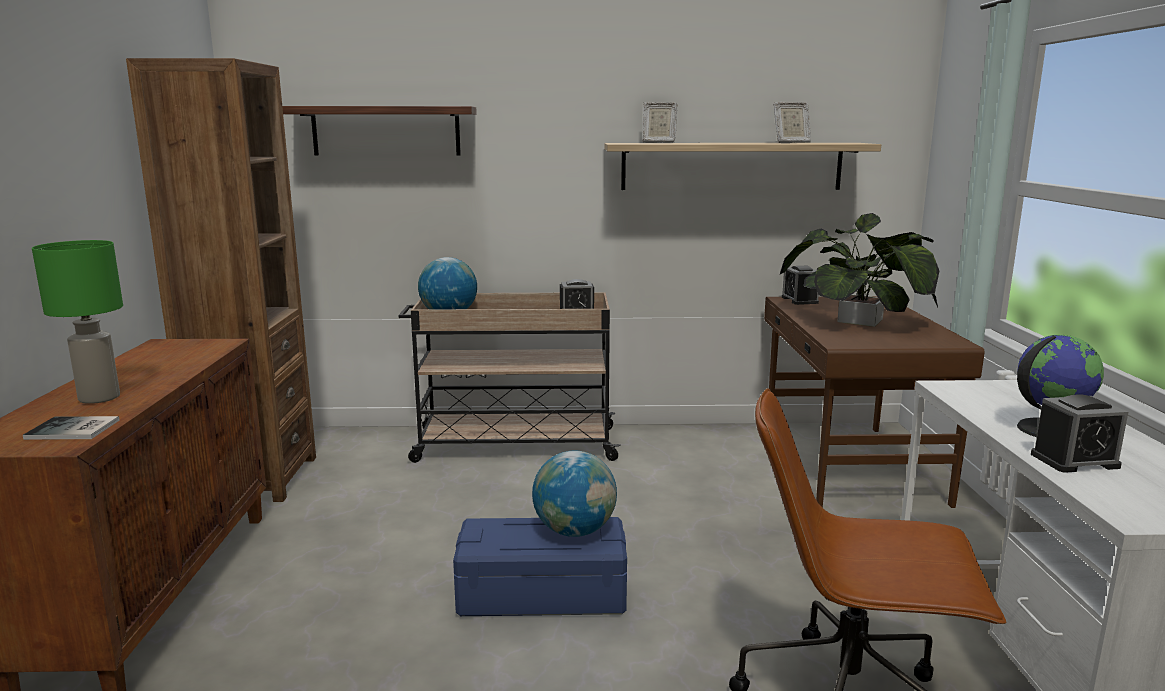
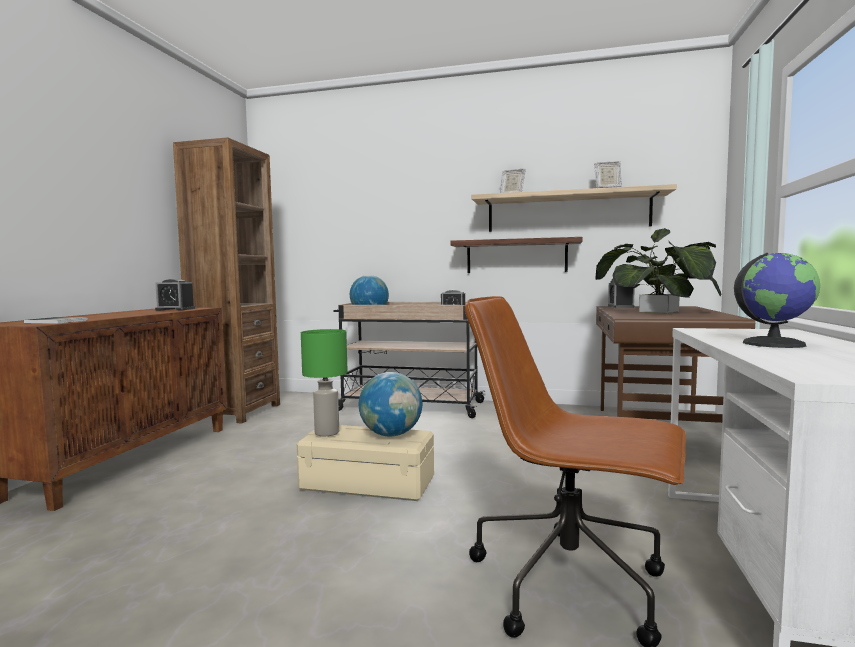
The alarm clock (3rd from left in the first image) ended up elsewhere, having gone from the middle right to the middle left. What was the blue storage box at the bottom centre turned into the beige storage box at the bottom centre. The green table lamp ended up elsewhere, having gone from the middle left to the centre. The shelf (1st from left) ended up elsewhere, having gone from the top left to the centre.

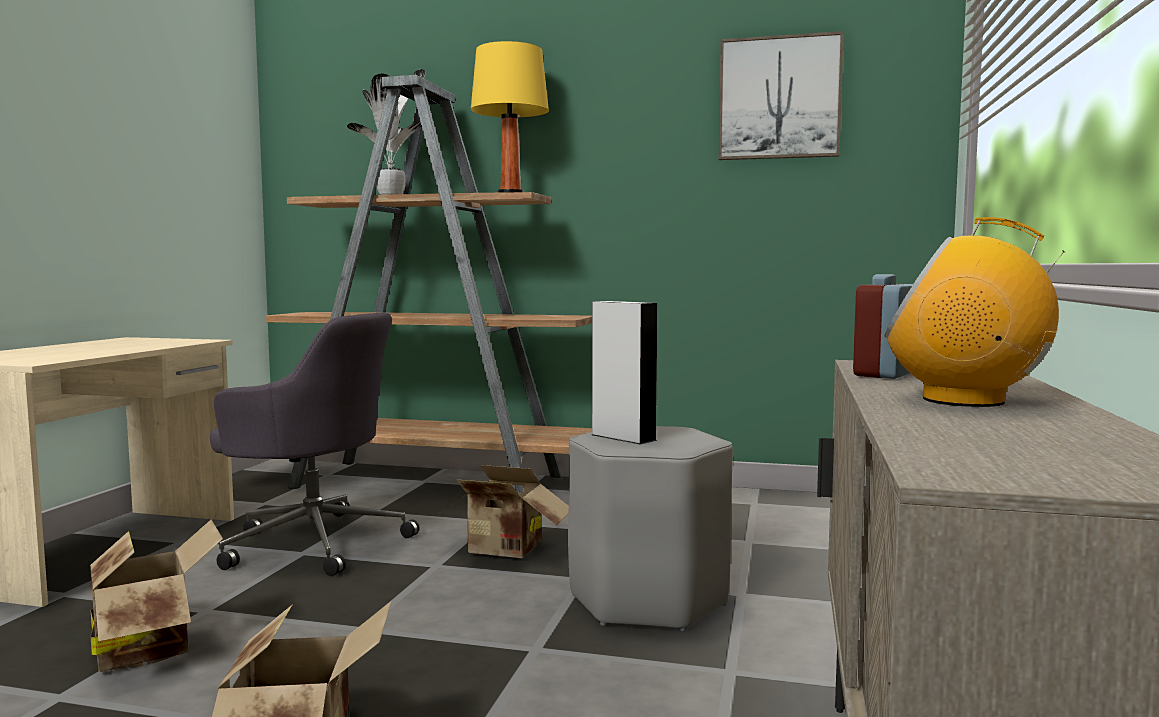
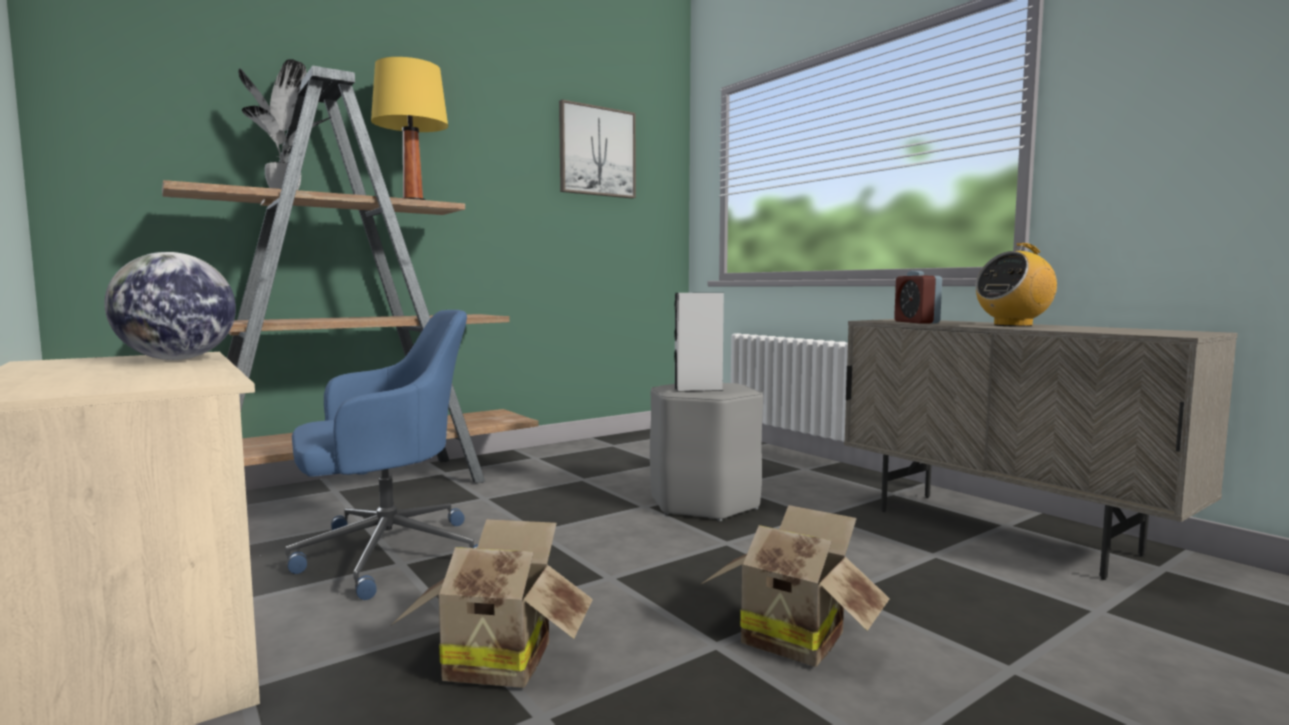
The second view gained the globe at the middle left. What was the grey office chair at the middle left turned into the blue office chair at the middle left. The second view lost the cardboard box (3rd from left) at the bottom centre.

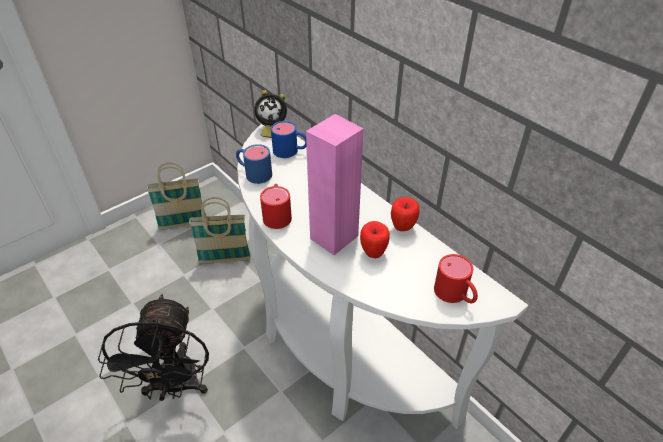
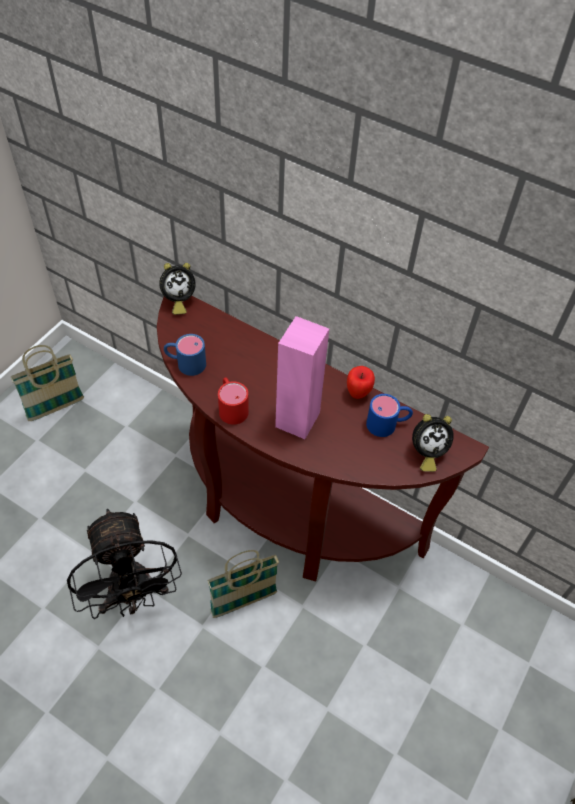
What was the white console table at the centre turned into the brown console table at the centre. The basket (2nd from left) ended up elsewhere, having gone from the middle left to the bottom centre. The blue mug (2nd from left) ended up elsewhere, having gone from the top centre to the middle right. Where the red mug (2nd from left) stood at the middle right, the alarm clock (2nd from left) came to stand at the middle right. The second view lost the apple (1st from left) at the centre.

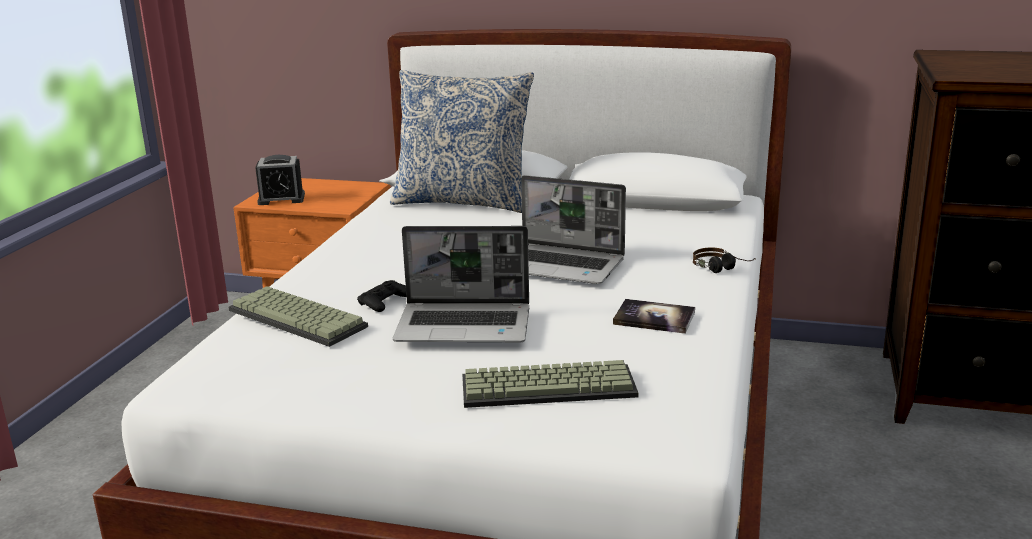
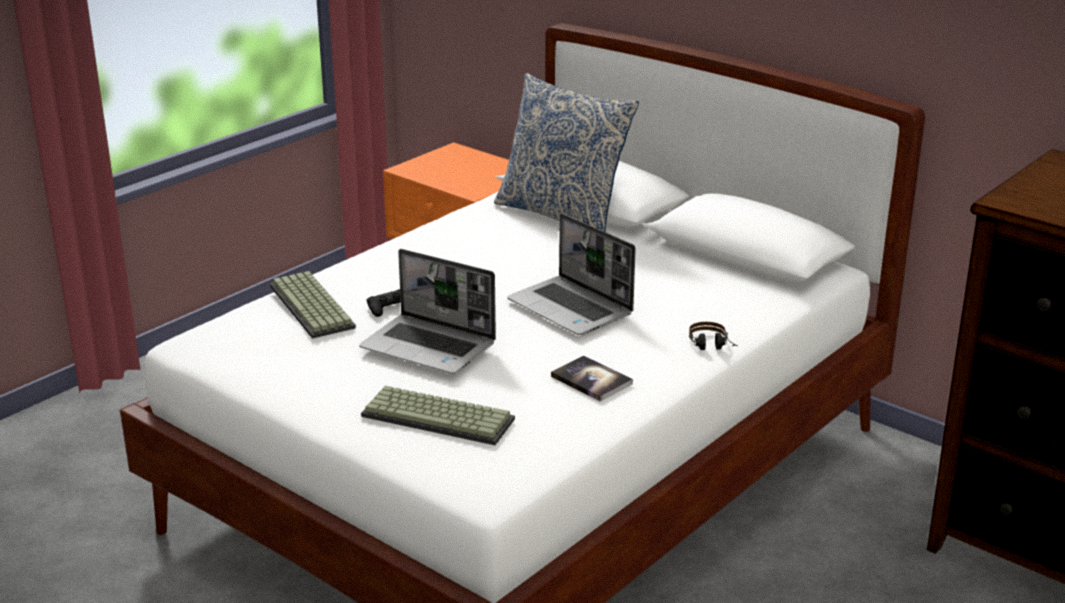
The second view lost the alarm clock at the middle left.

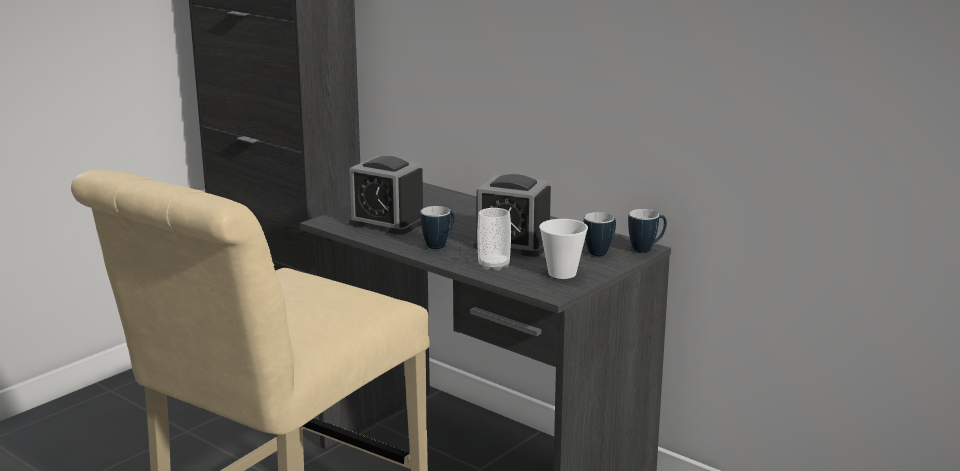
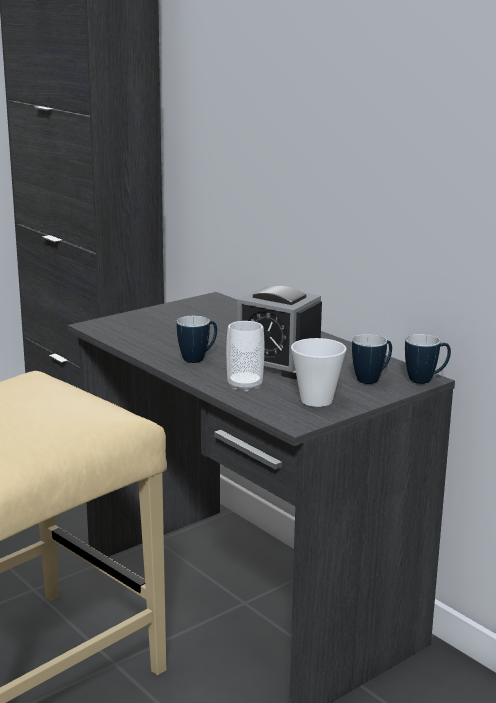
The second view lost the alarm clock (1st from left) at the centre.

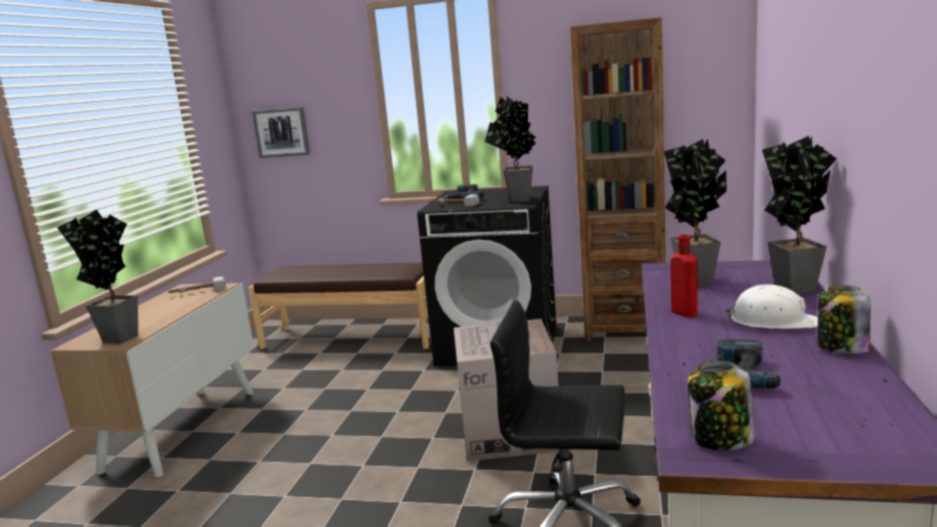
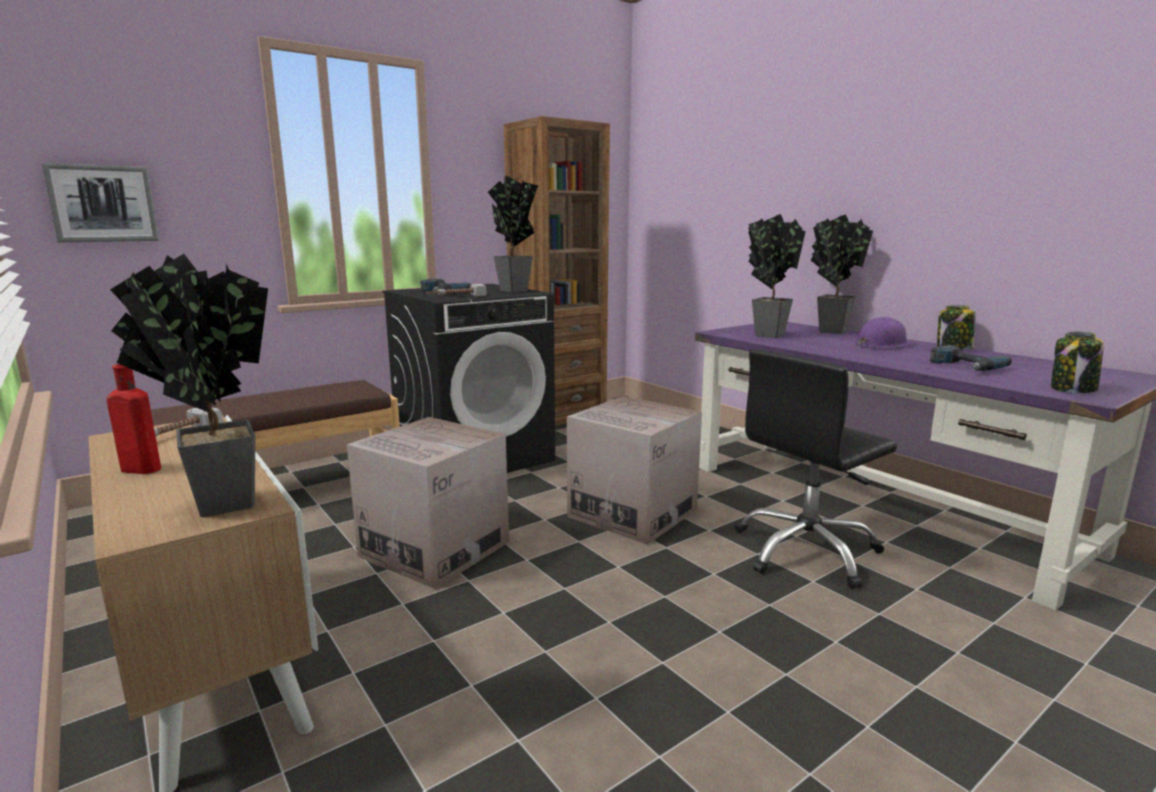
The red bottle ended up elsewhere, having gone from the middle right to the middle left. The second view gained the cardboard box (1st from left) at the centre. What was the white hard hat at the middle right turned into the purple hard hat at the middle right.

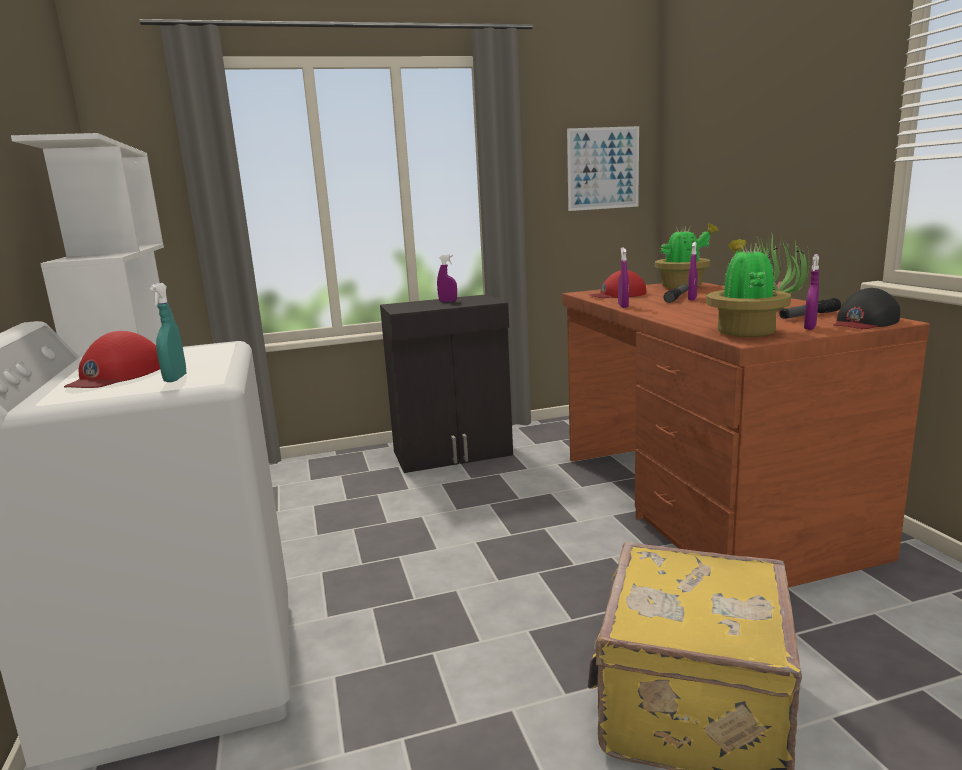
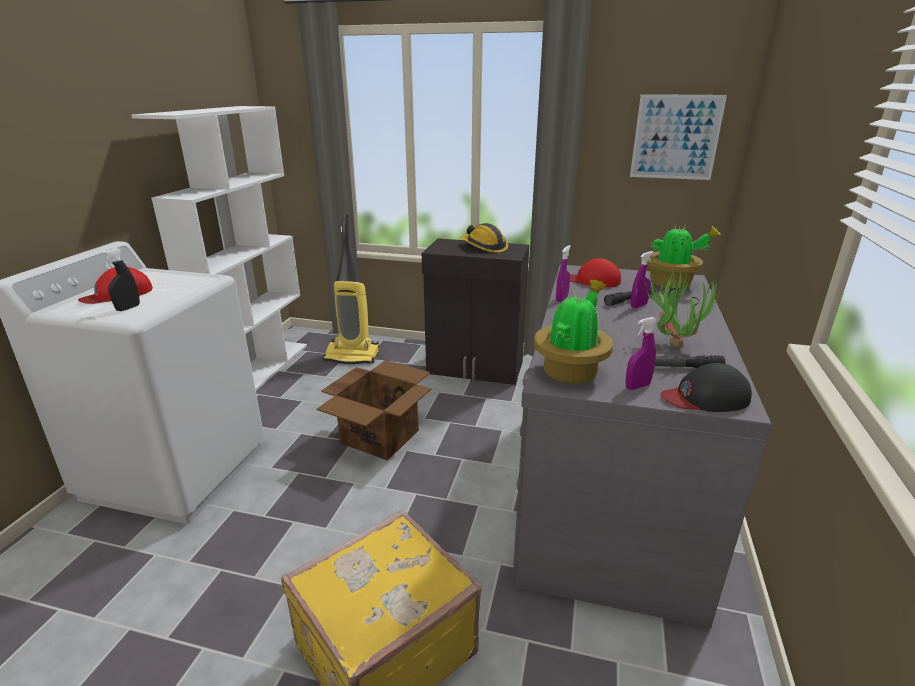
What was the turquoise spray bottle at the middle left turned into the black spray bottle at the middle left. The second view gained the cardboard box at the centre. The second view gained the vacuum cleaner at the centre. Where the purple spray bottle (1st from left) stood at the centre, the hard hat came to stand at the centre. What was the brown desk at the middle right turned into the grey desk at the middle right.

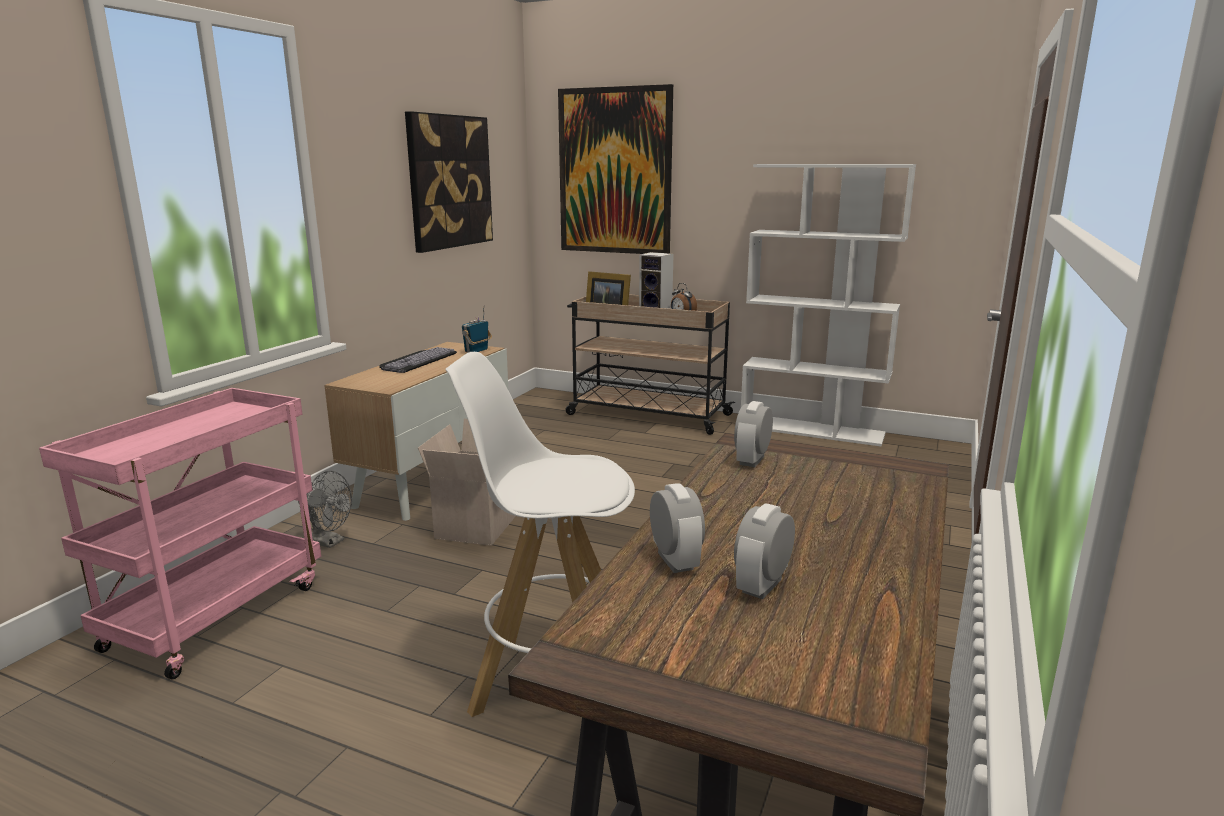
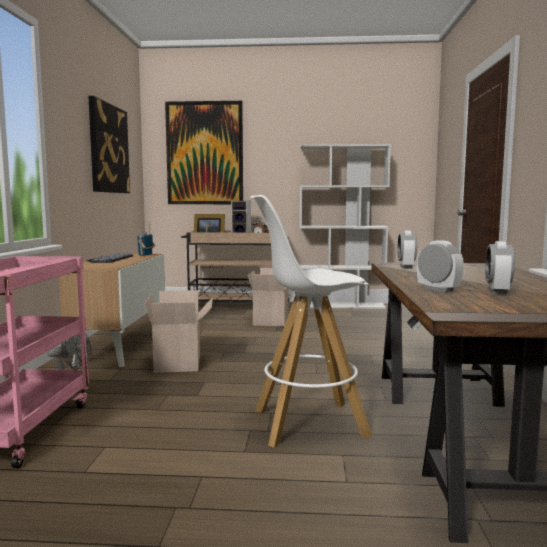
The second view gained the cardboard box (2nd from left) at the centre.

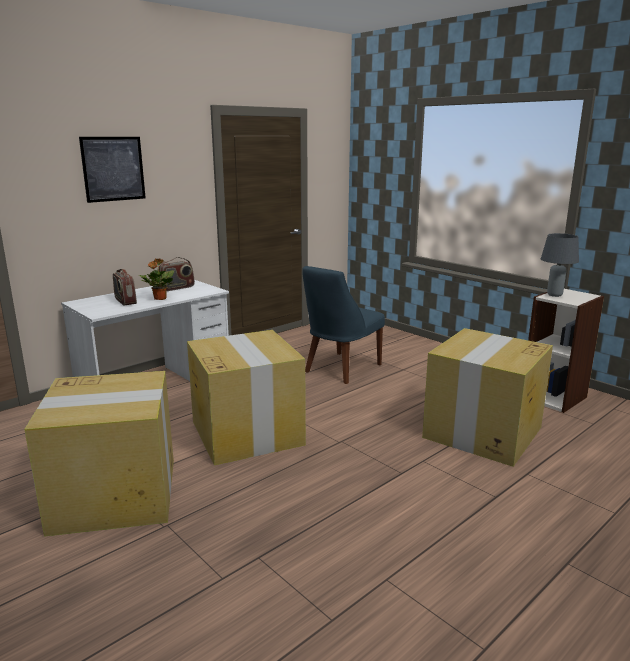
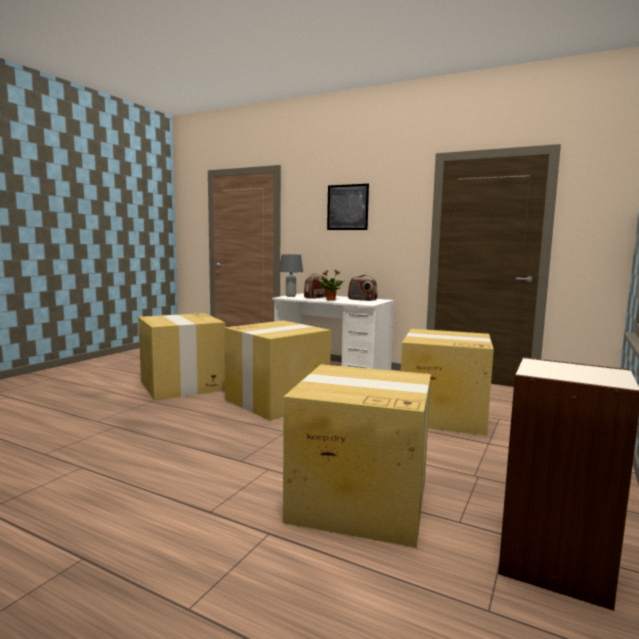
The grey table lamp ended up elsewhere, having gone from the middle right to the centre. Where the blue chair stood at the centre, the cardboard box (4th from left) came to stand at the middle right.

